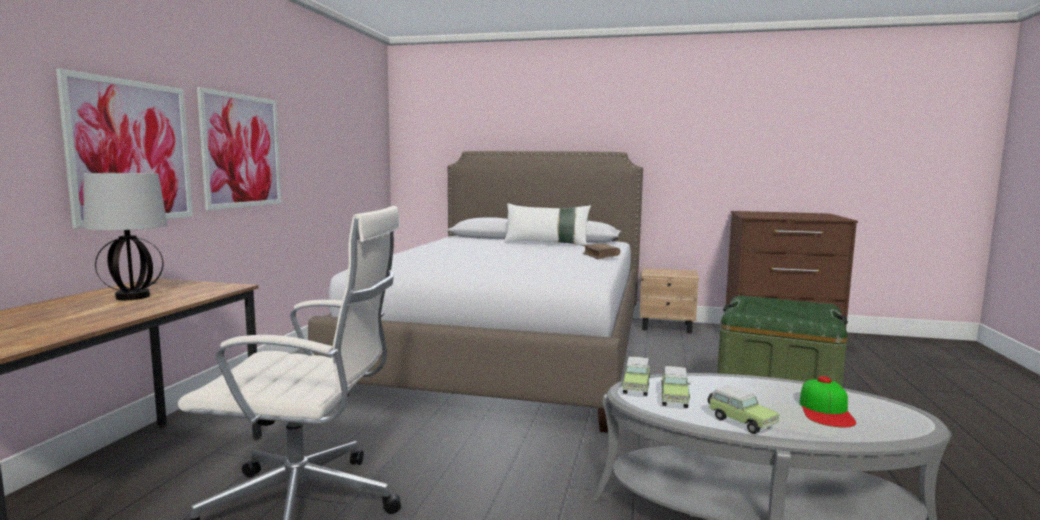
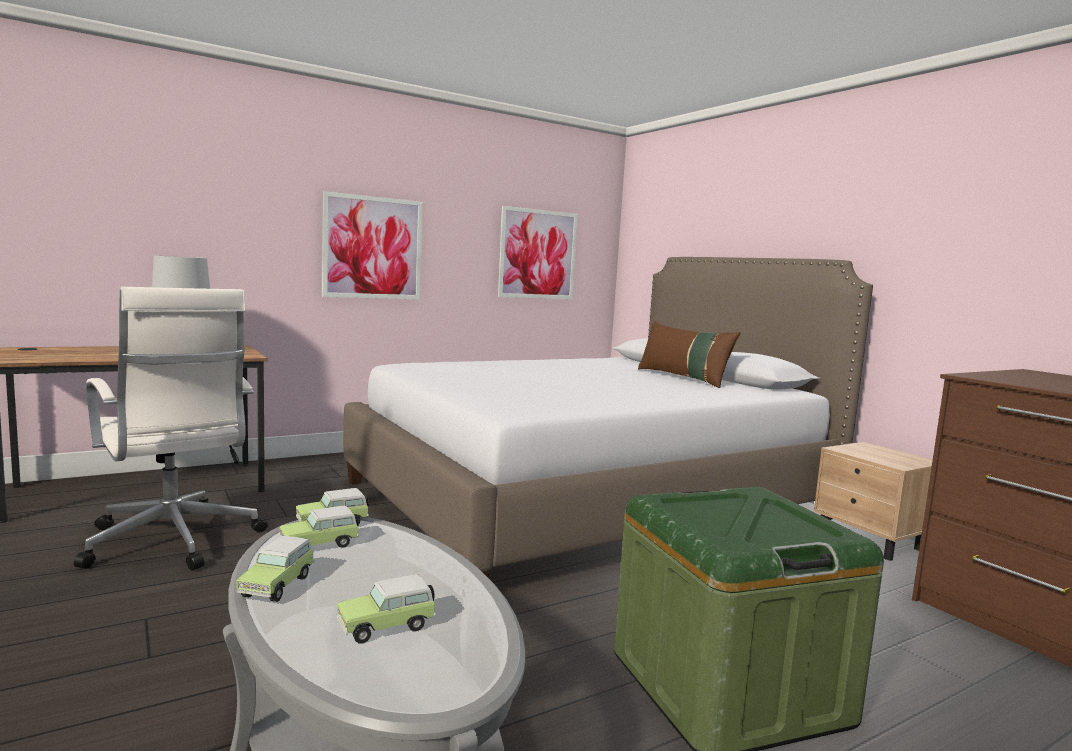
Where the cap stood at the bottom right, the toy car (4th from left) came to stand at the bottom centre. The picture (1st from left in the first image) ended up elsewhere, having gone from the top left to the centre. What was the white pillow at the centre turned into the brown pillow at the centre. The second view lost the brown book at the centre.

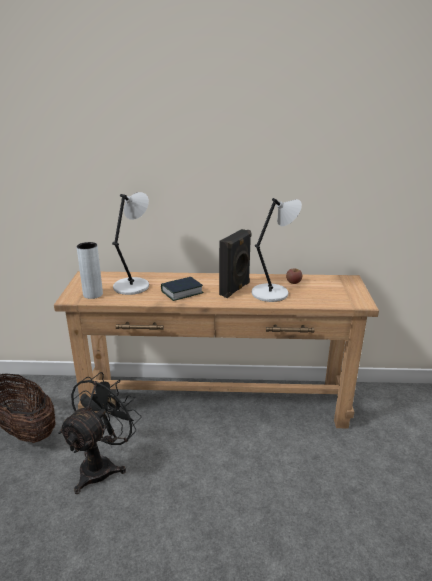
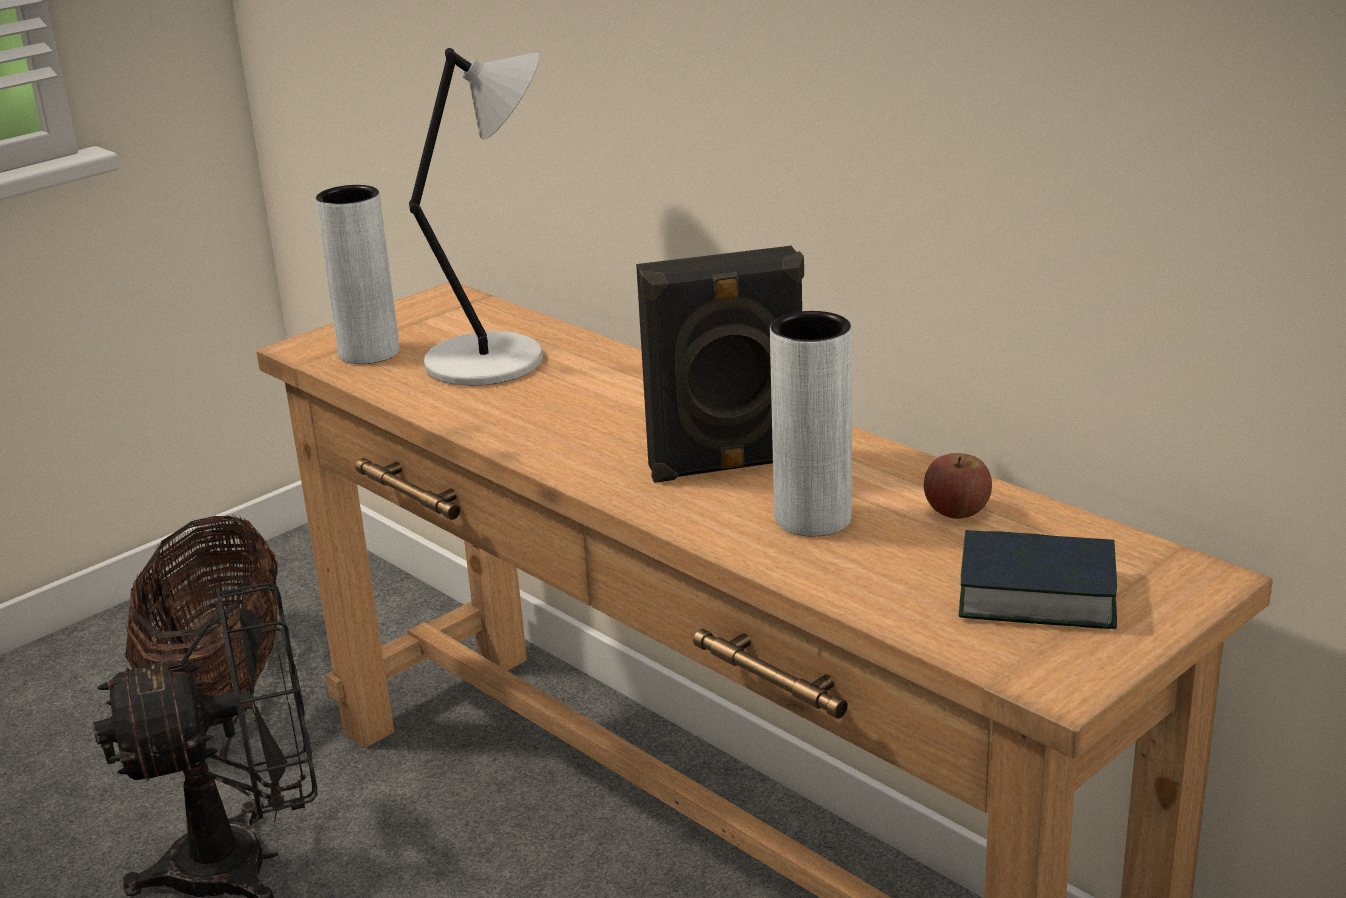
Where the grey table lamp (2nd from left) stood at the centre, the grey vase (2nd from left) came to stand at the centre. The book ended up elsewhere, having gone from the centre to the middle right.

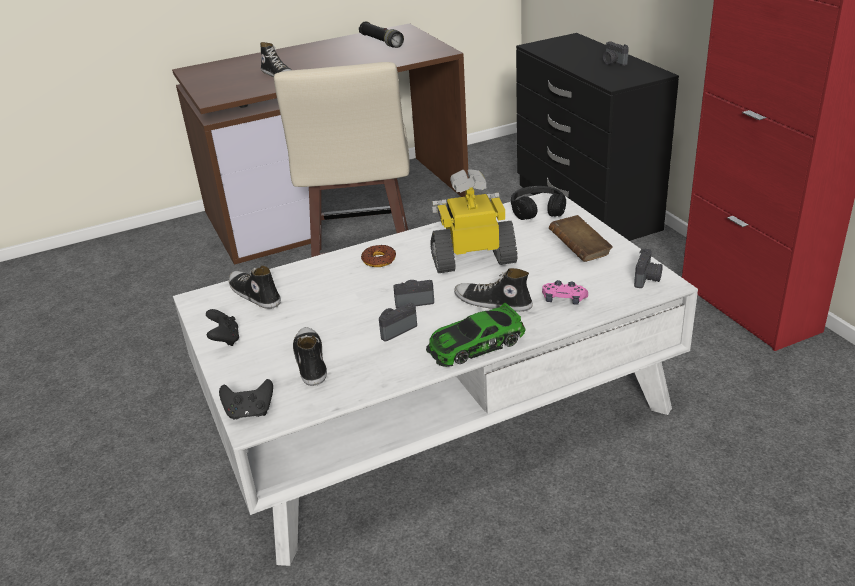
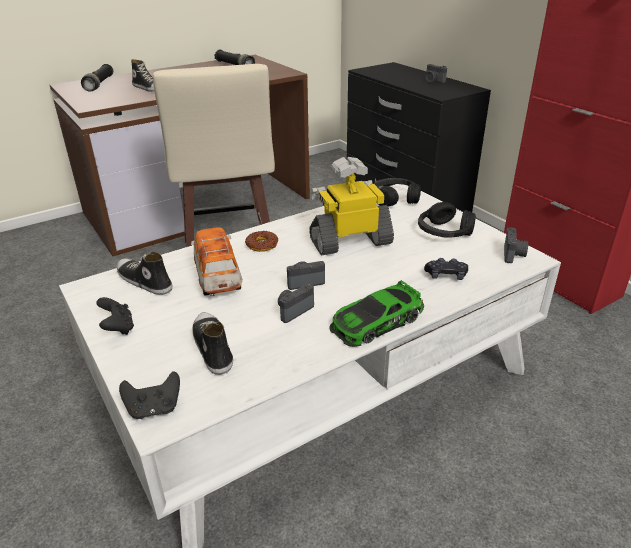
The second view gained the black flashlight (1st from left) at the top left. The second view gained the toy car (1st from left) at the centre. Where the brown book stood at the middle right, the black headphones (2nd from left) came to stand at the middle right. What was the pink game controller at the centre turned into the black game controller (3rd from left) at the middle right. The second view lost the shoe (4th from left) at the centre.

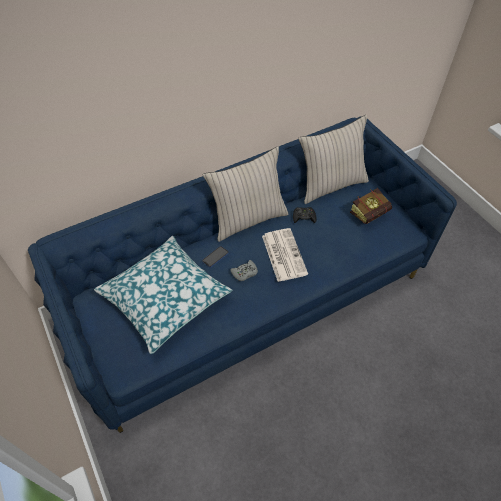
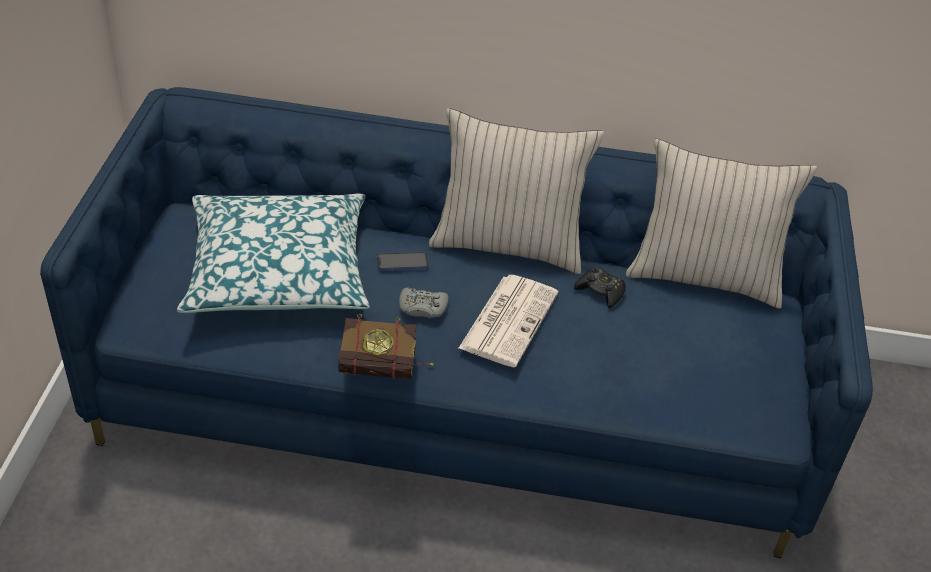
The book ended up elsewhere, having gone from the middle right to the centre.

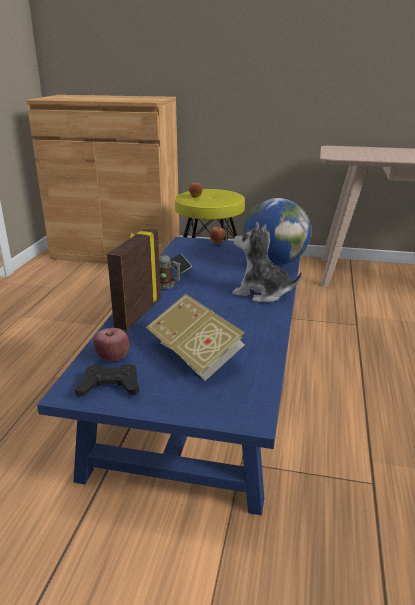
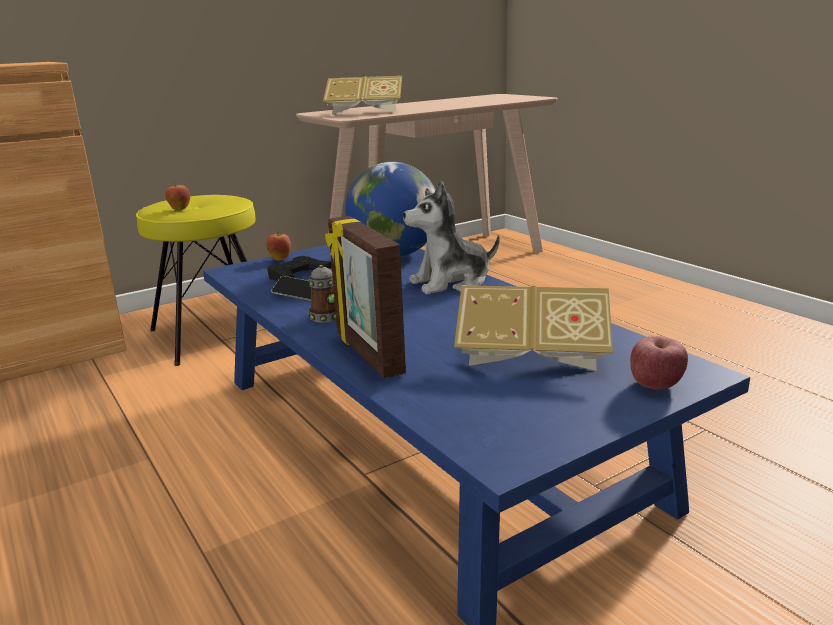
The black game controller ended up elsewhere, having gone from the middle left to the centre. The second view gained the book (1st from left) at the top centre. The apple (1st from left in the first image) ended up elsewhere, having gone from the middle left to the middle right.

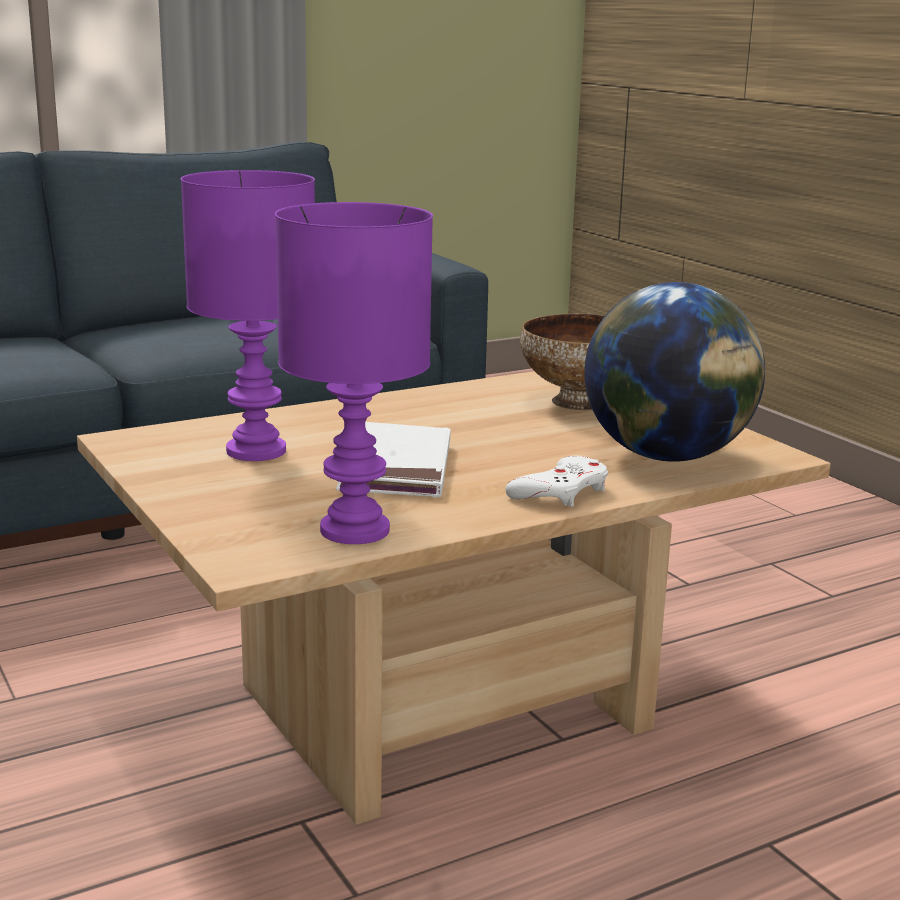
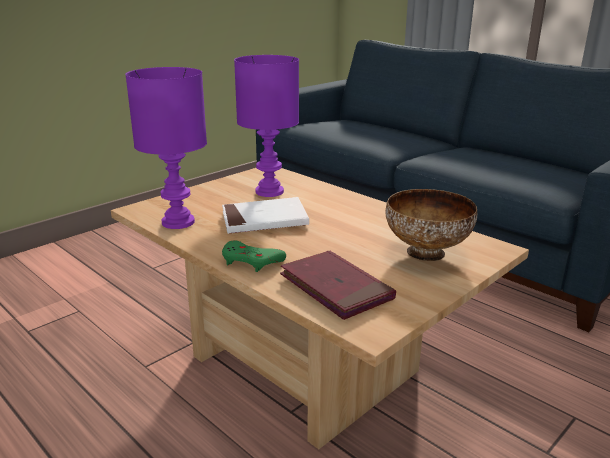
What was the white game controller at the centre turned into the green game controller at the centre. Where the globe stood at the middle right, the red book came to stand at the centre.

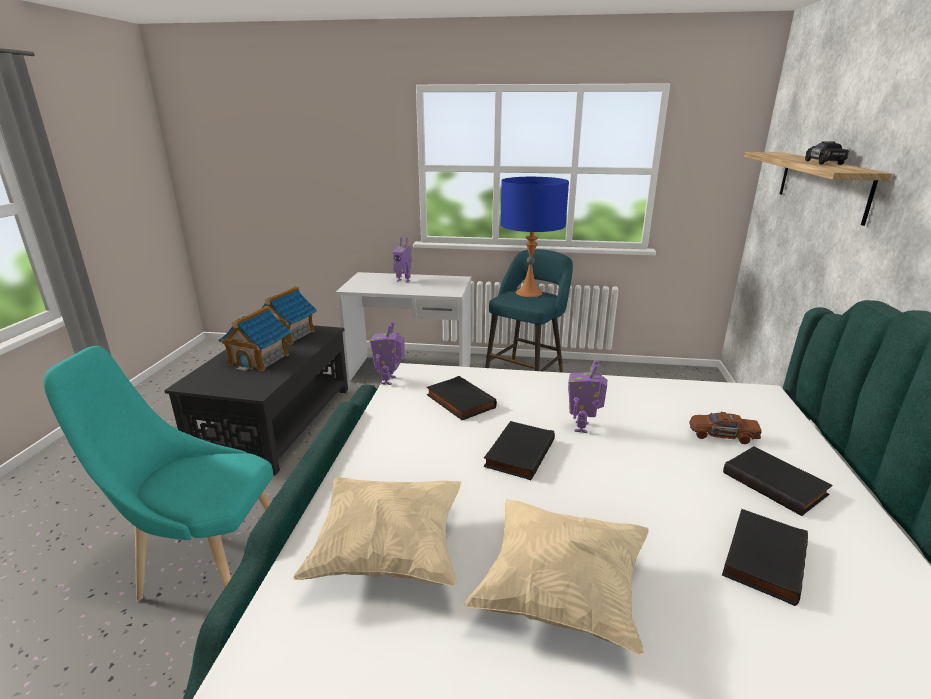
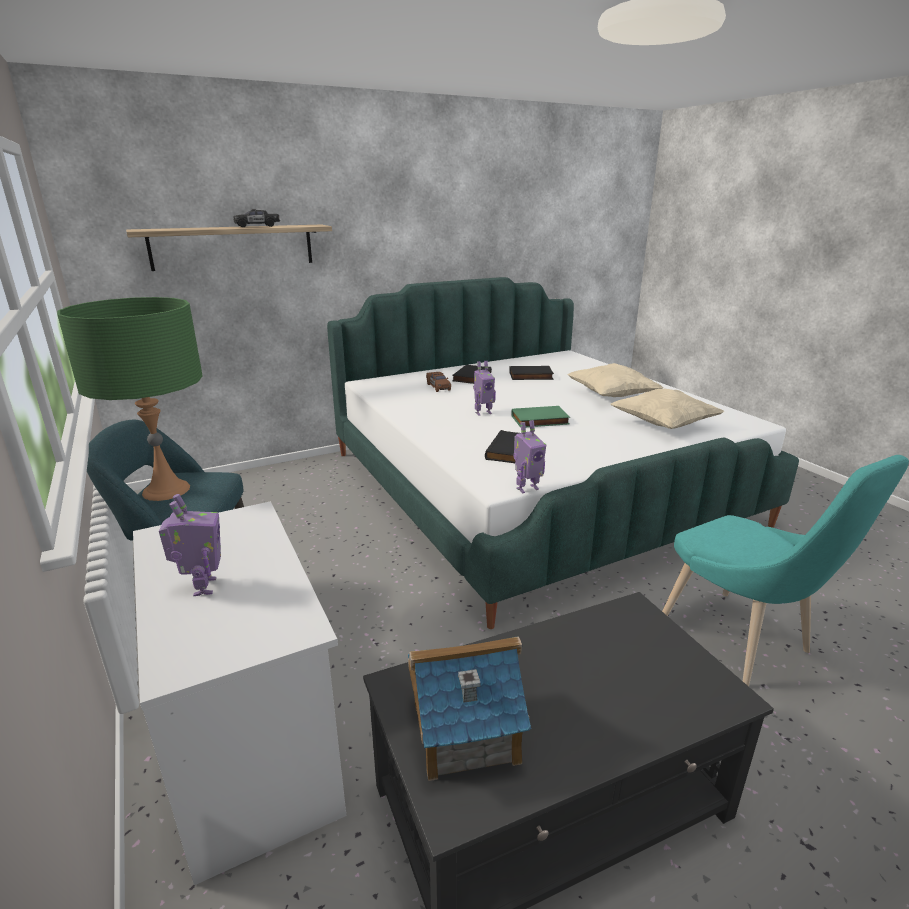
What was the blue table lamp at the centre turned into the green table lamp at the middle left. What was the black book (2nd from left) at the centre turned into the green book at the centre. The second view lost the toy house (1st from left) at the middle left.

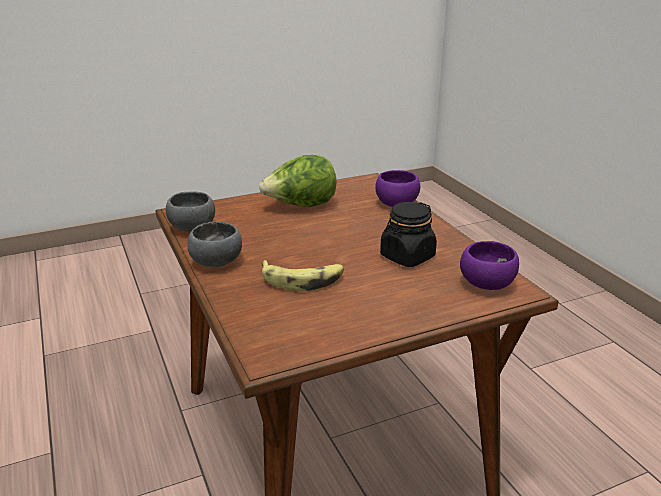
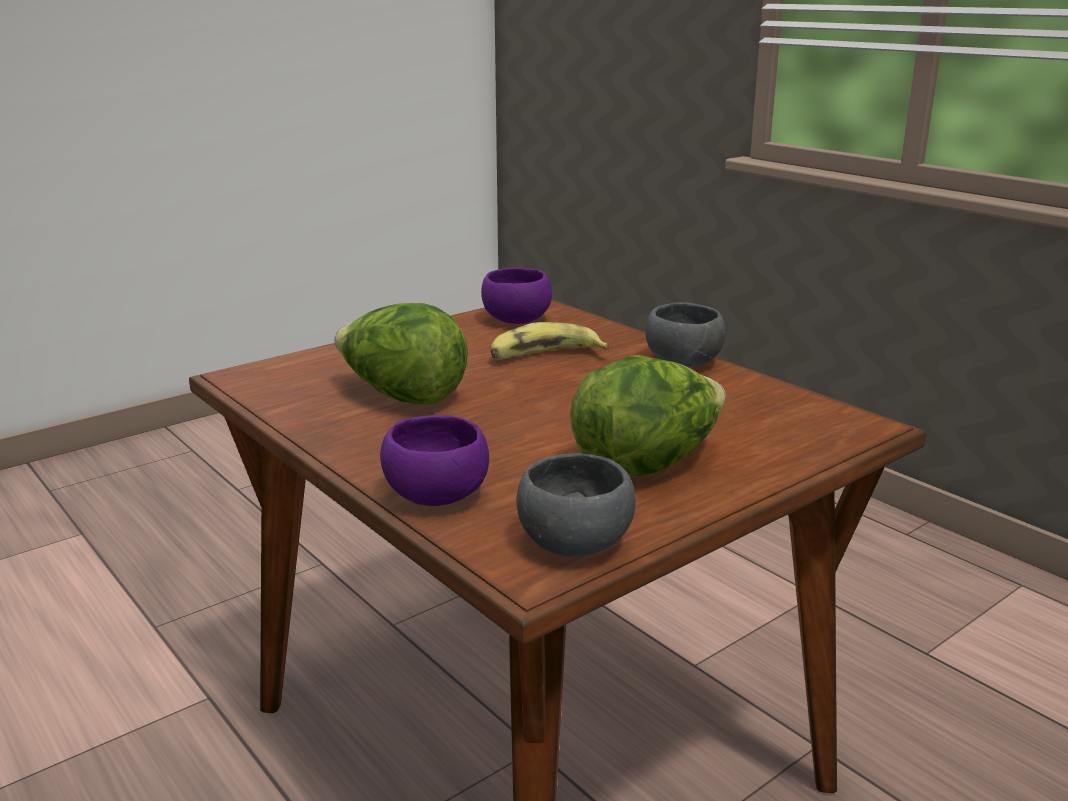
Where the black jar stood at the centre, the lettuce (1st from left) came to stand at the centre. The purple bowl (2nd from left) ended up elsewhere, having gone from the middle right to the centre. The grey bowl (1st from left) ended up elsewhere, having gone from the middle left to the centre.

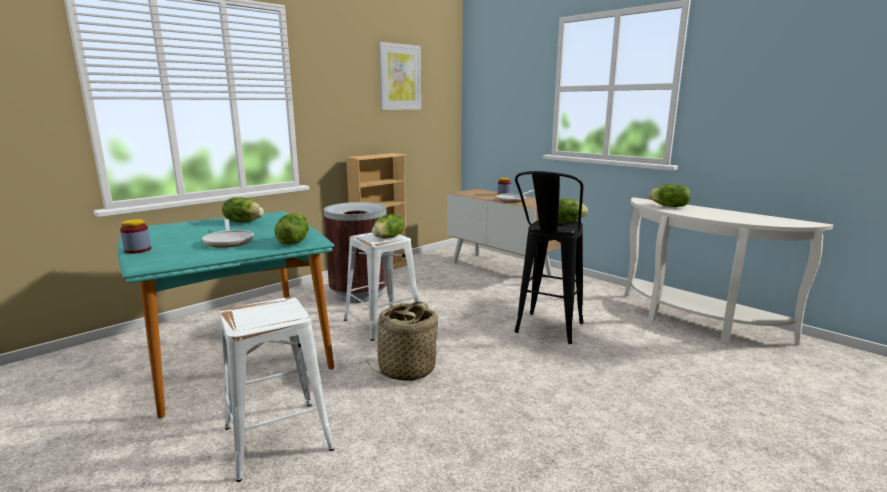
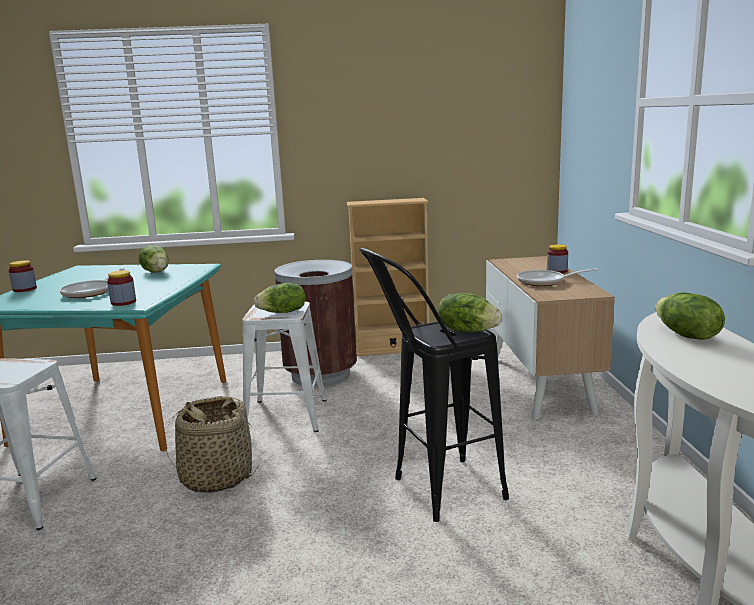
Where the lettuce (2nd from left) stood at the middle left, the jar (2nd from left) came to stand at the middle left. The second view lost the picture at the top centre.

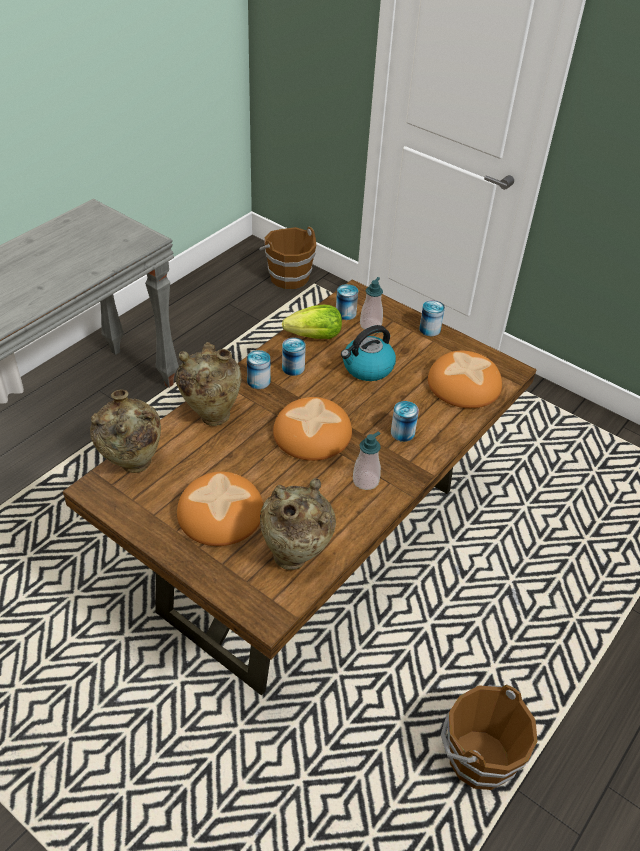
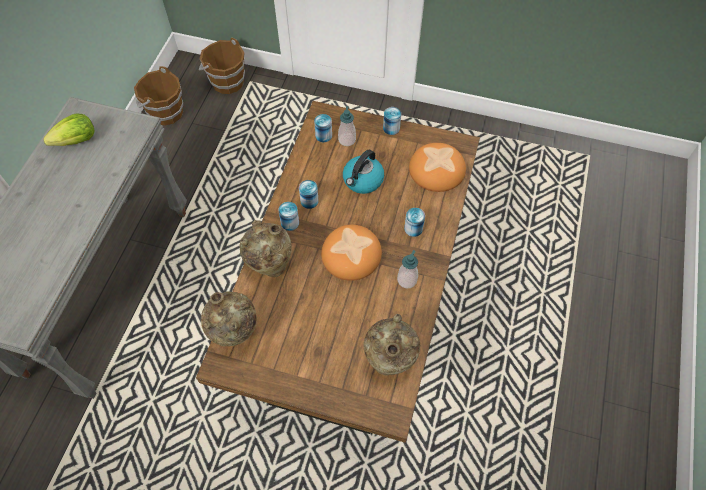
The lettuce ended up elsewhere, having gone from the centre to the top left. The brown bucket (2nd from left in the first image) ended up elsewhere, having gone from the bottom right to the top left. The second view lost the bread (1st from left) at the centre.

